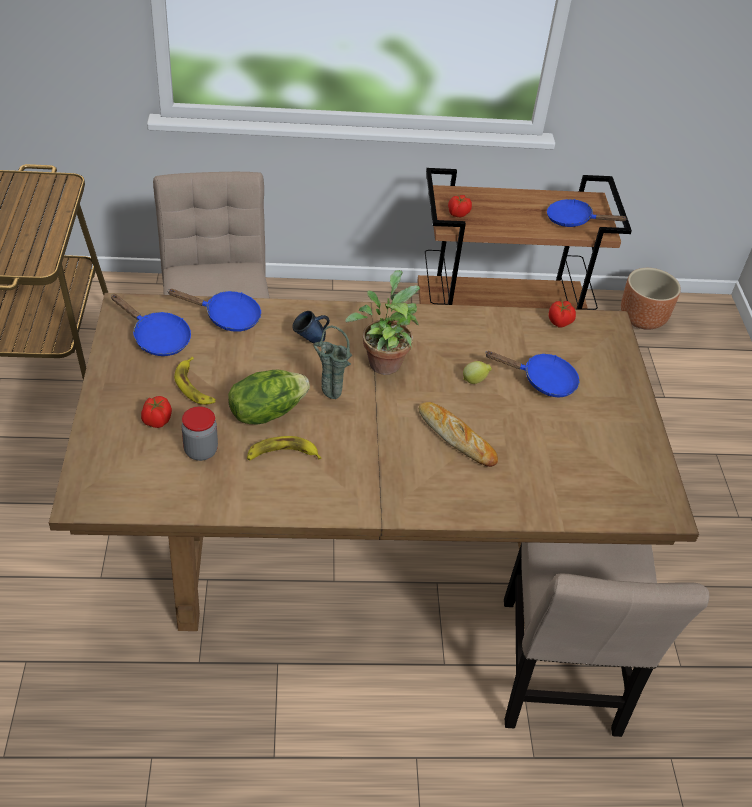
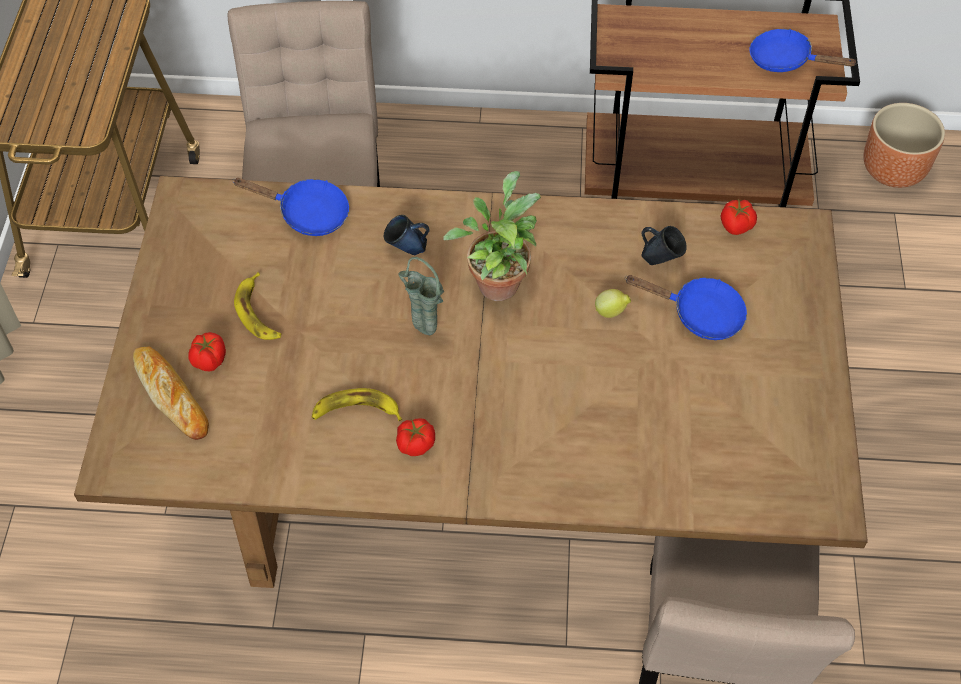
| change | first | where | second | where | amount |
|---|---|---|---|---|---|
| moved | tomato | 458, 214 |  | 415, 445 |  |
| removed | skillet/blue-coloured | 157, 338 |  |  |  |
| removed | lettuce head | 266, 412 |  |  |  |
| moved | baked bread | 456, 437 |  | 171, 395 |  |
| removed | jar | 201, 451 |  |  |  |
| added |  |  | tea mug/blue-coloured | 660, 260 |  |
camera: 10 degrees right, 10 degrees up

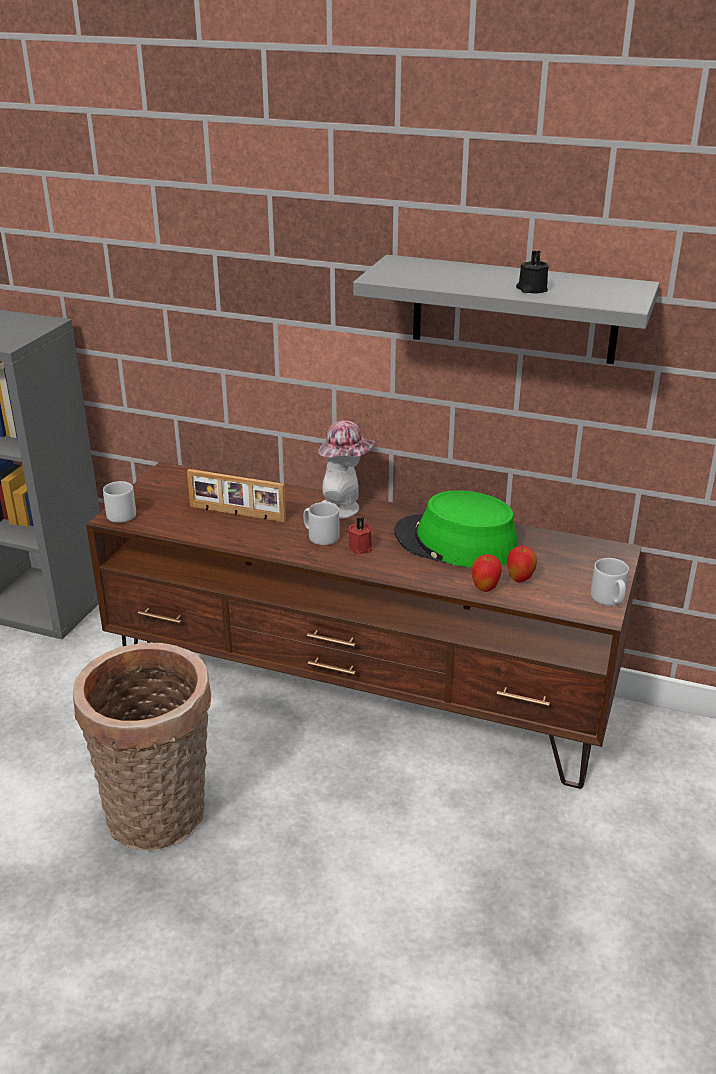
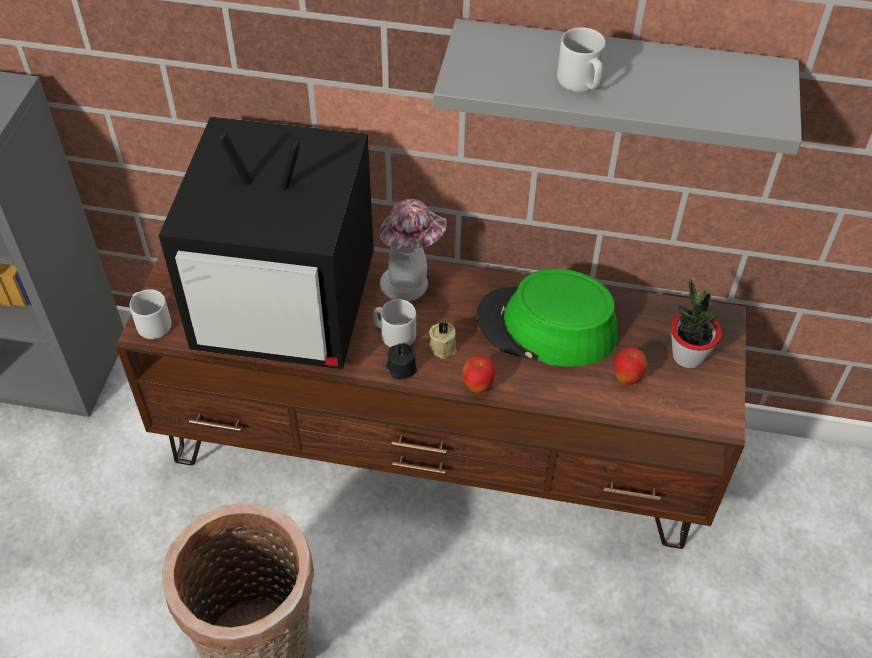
| change | first | where | second | where | amount |
|---|---|---|---|---|---|
| moved | wax light/black-coloured | 531, 289 |  | 401, 368 |  |
| replaced | picture frame | 236, 514 | TV set | 289, 307 |  |
| recoloured | wax light/red-coloured | 361, 547 | wax light/sand-coloured | 443, 346 |  |
| moved | whole apple | 485, 588 |  | 477, 387 |  |
| moved | tea mug/greyish | 609, 599 |  | 581, 83 |  |
| added |  |  | plant in a pot | 687, 356 |  |
camera: 10 degrees left, 20 degrees up

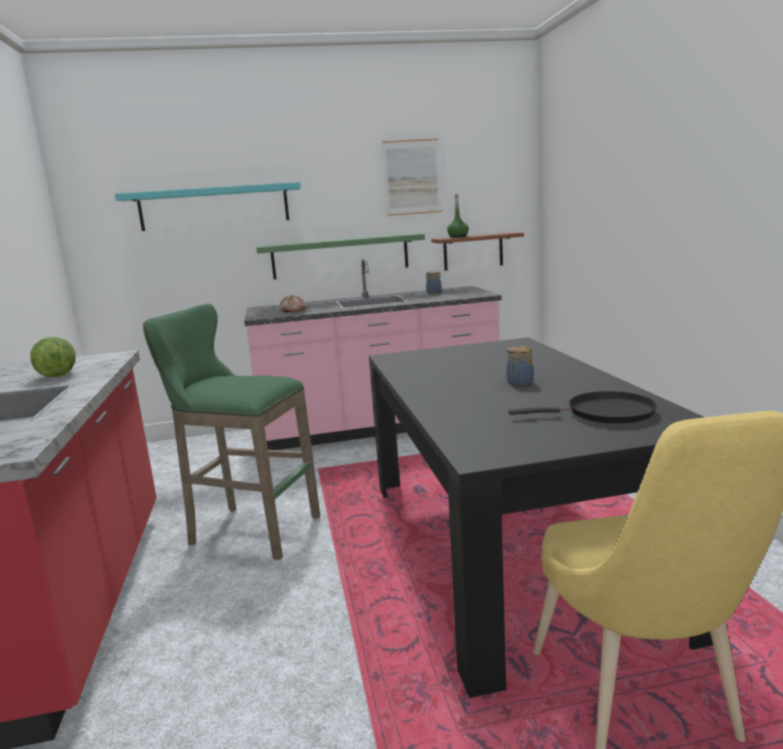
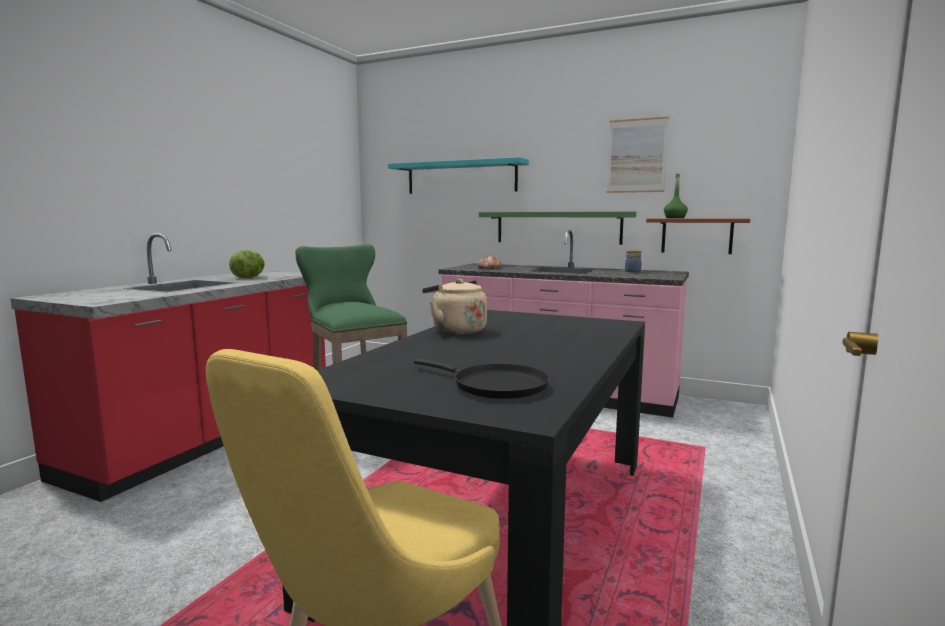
| change | first | where | second | where | amount |
|---|---|---|---|---|---|
| removed | jar | 519, 382 |  |  |  |
| added |  |  | water kettle/sand-coloured | 456, 331 |  |
camera: 35 degrees right, 5 degrees down

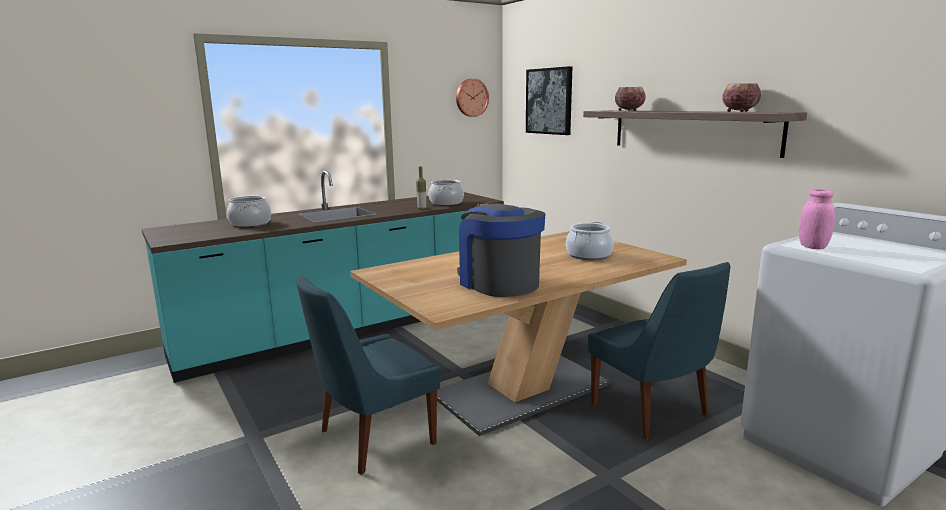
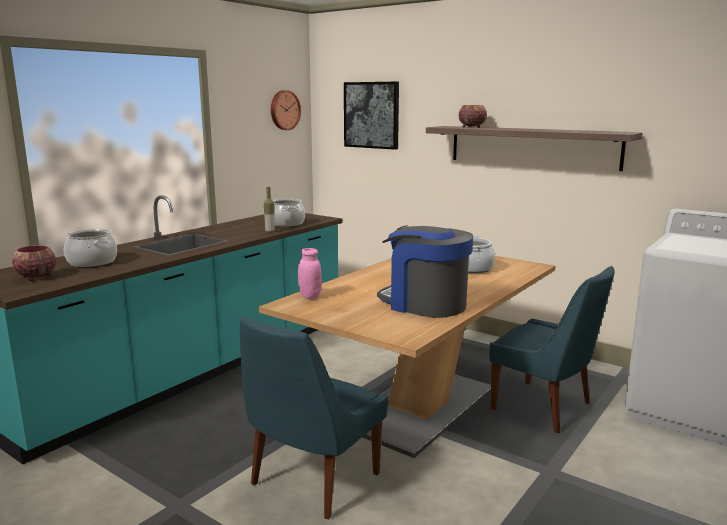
| change | first | where | second | where | amount |
|---|---|---|---|---|---|
| moved | bowl | 738, 111 |  | 35, 277 |  |
| moved | jar/pink | 812, 247 |  | 310, 296 |  |
camera: 20 degrees left, 0 degrees up

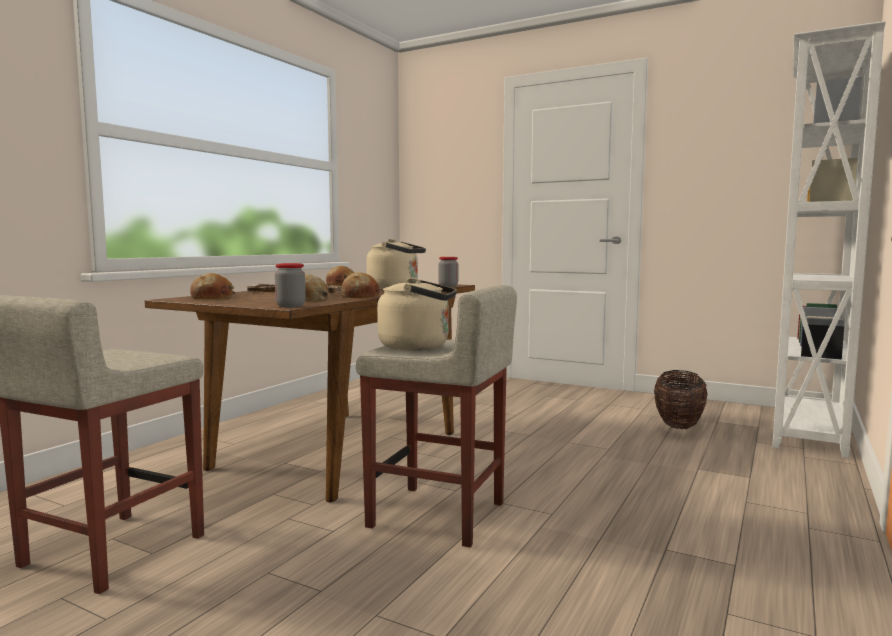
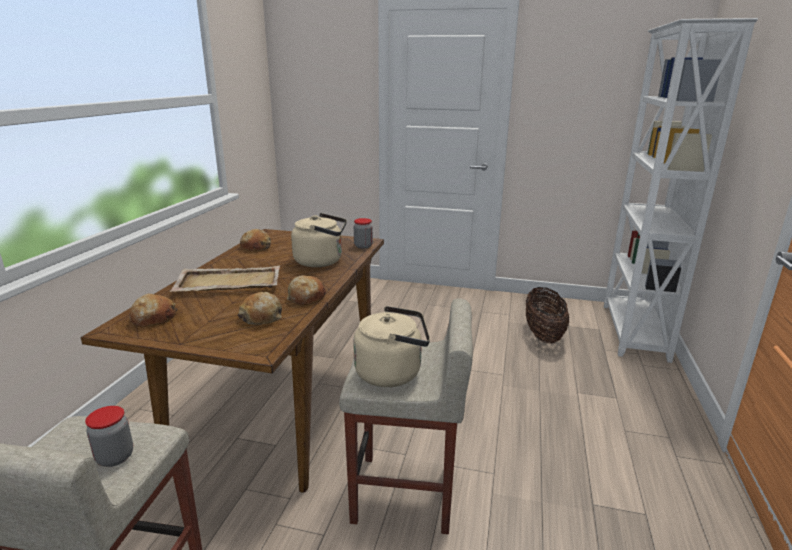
| change | first | where | second | where | amount |
|---|---|---|---|---|---|
| moved | jar | 290, 306 |  | 115, 457 |  |
camera: 15 degrees left, 15 degrees up

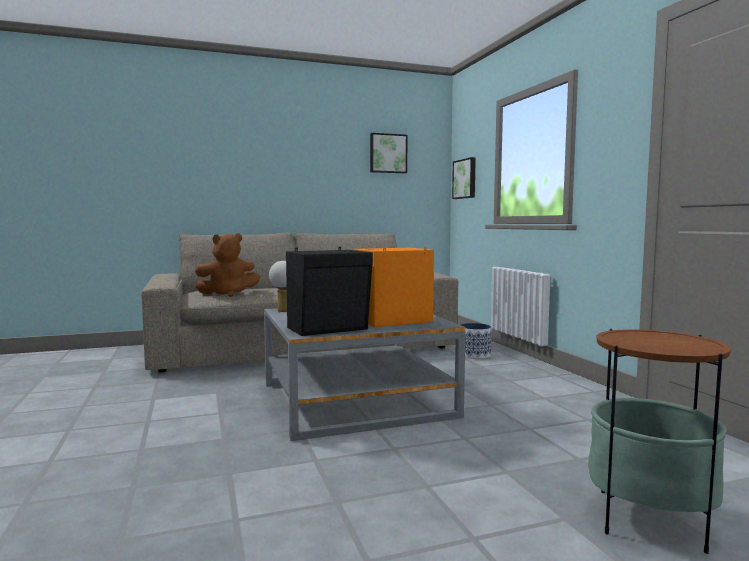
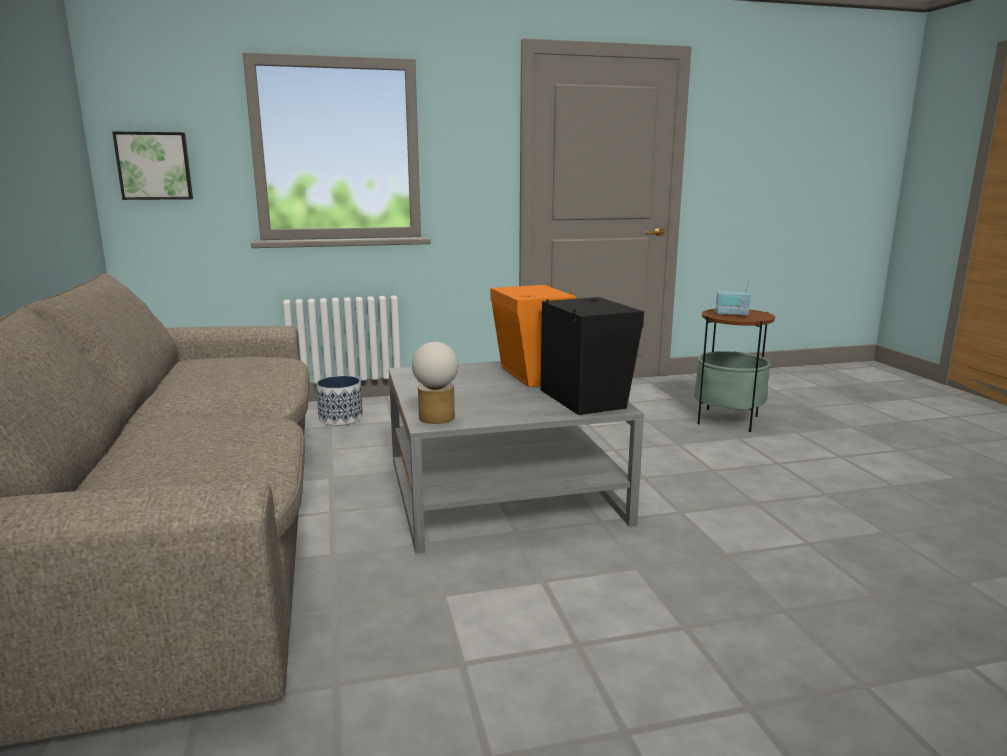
| change | first | where | second | where | amount |
|---|---|---|---|---|---|
| removed | wall art | 388, 153 |  |  |  |
| removed | cuddly toy/brown-coloured | 228, 294 |  |  |  |
| added |  |  | radio | 731, 314 |  |
camera: 85 degrees left, 10 degrees up

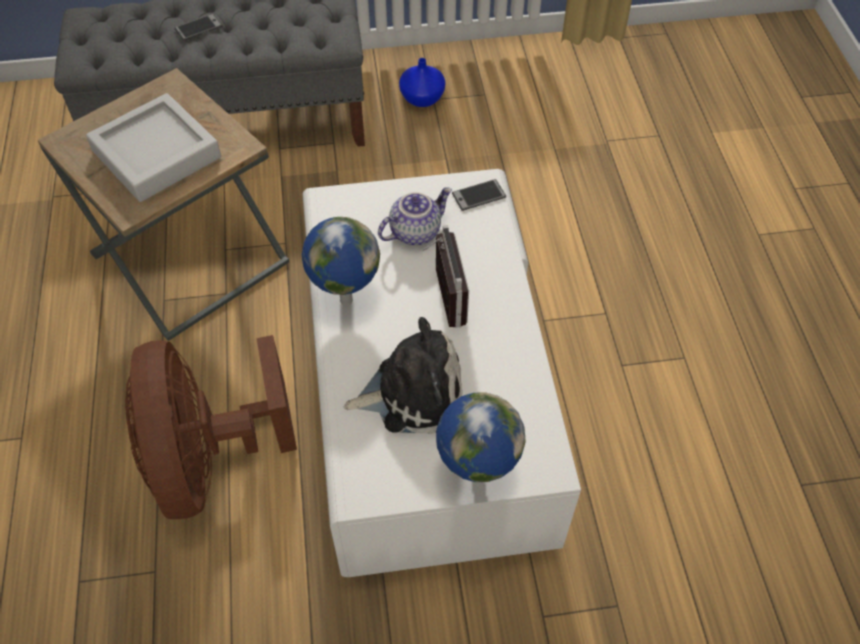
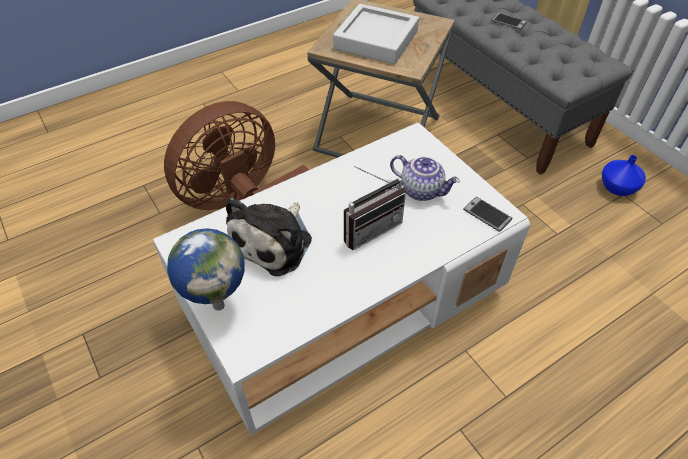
| change | first | where | second | where | amount |
|---|---|---|---|---|---|
| removed | globe | 345, 300 |  |  |  |
| turned | cuddly toy | 413, 393 |  | 274, 242 | 60 degrees clockwise |
camera: 65 degrees right, 5 degrees down

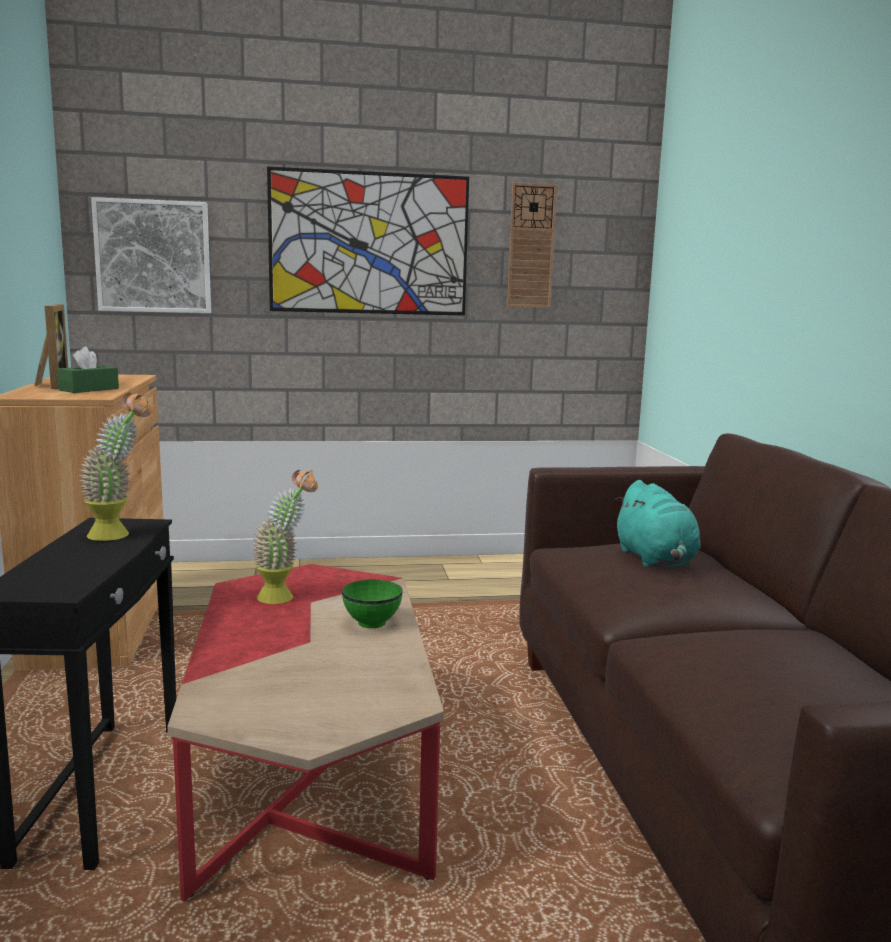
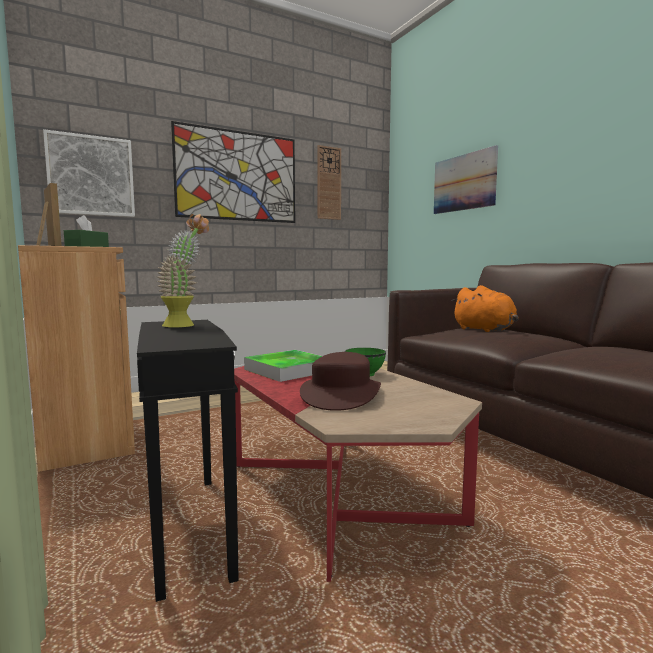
| change | first | where | second | where | amount |
|---|---|---|---|---|---|
| replaced | plant in a pot | 285, 596 | tray | 288, 370 |  |
| recoloured | cuddly toy/blue-green | 655, 560 | cuddly toy/orange-coloured | 485, 330 |  |
| added |  |  | wall art | 464, 182 |  |
| added |  |  | hat/brown-coloured | 341, 394 |  |
camera: 20 degrees left, 5 degrees down

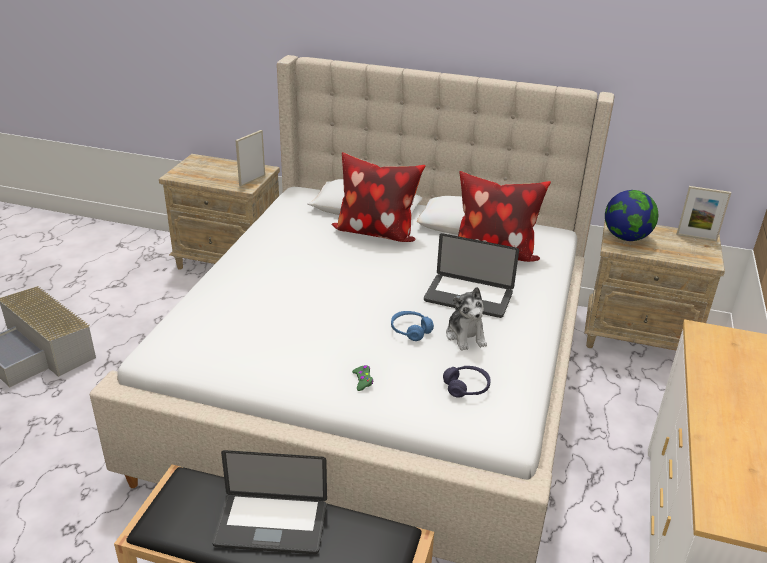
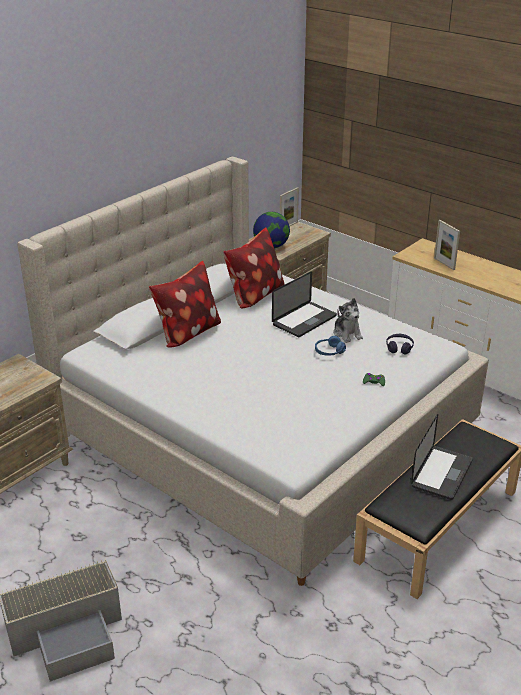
| change | first | where | second | where | amount |
|---|---|---|---|---|---|
| moved | picture frame | 252, 180 |  | 444, 264 |  |
| turned | cuddly toy | 465, 336 |  | 347, 334 | 60 degrees clockwise |
camera: 65 degrees left, 0 degrees up

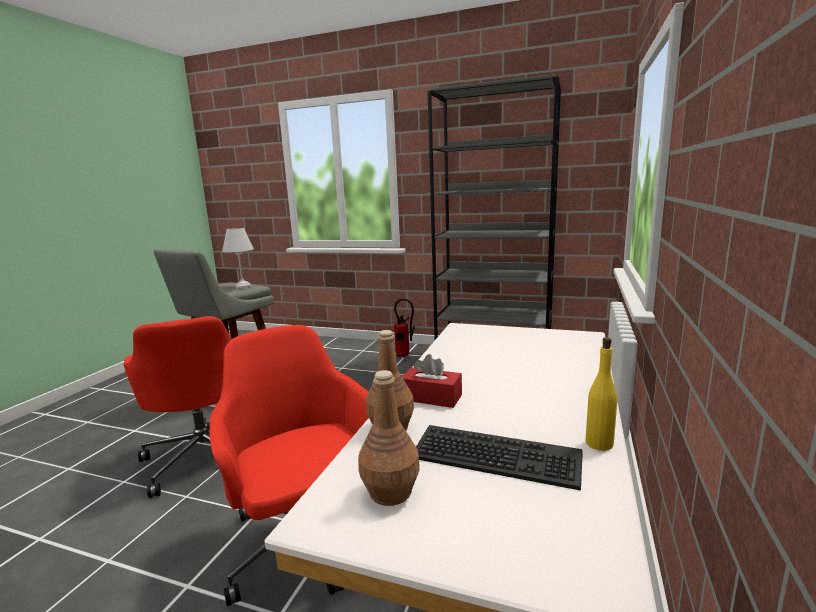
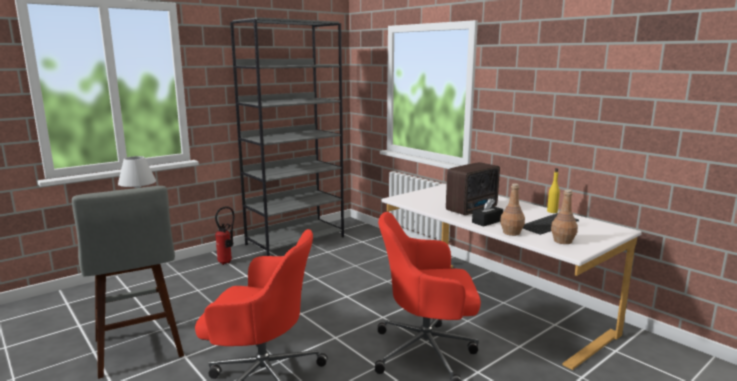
| change | first | where | second | where | amount |
|---|---|---|---|---|---|
| recoloured | box of tissues/red-coloured | 431, 397 | box of tissues/black-coloured | 487, 221 |  |
| added |  |  | radio | 473, 209 |  |
camera: 60 degrees left, 0 degrees up

